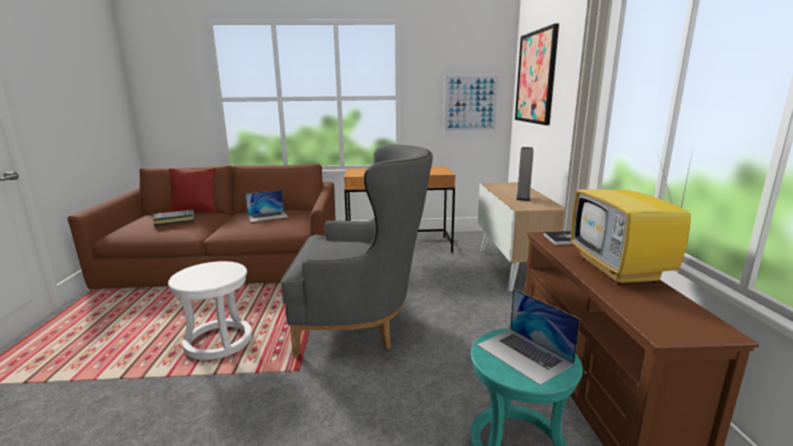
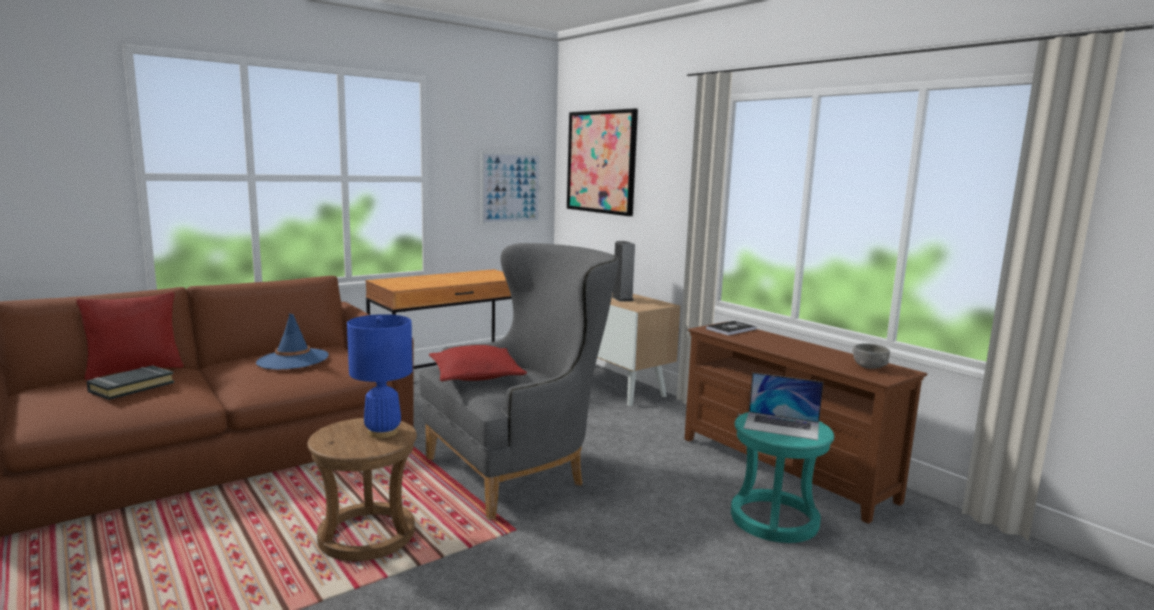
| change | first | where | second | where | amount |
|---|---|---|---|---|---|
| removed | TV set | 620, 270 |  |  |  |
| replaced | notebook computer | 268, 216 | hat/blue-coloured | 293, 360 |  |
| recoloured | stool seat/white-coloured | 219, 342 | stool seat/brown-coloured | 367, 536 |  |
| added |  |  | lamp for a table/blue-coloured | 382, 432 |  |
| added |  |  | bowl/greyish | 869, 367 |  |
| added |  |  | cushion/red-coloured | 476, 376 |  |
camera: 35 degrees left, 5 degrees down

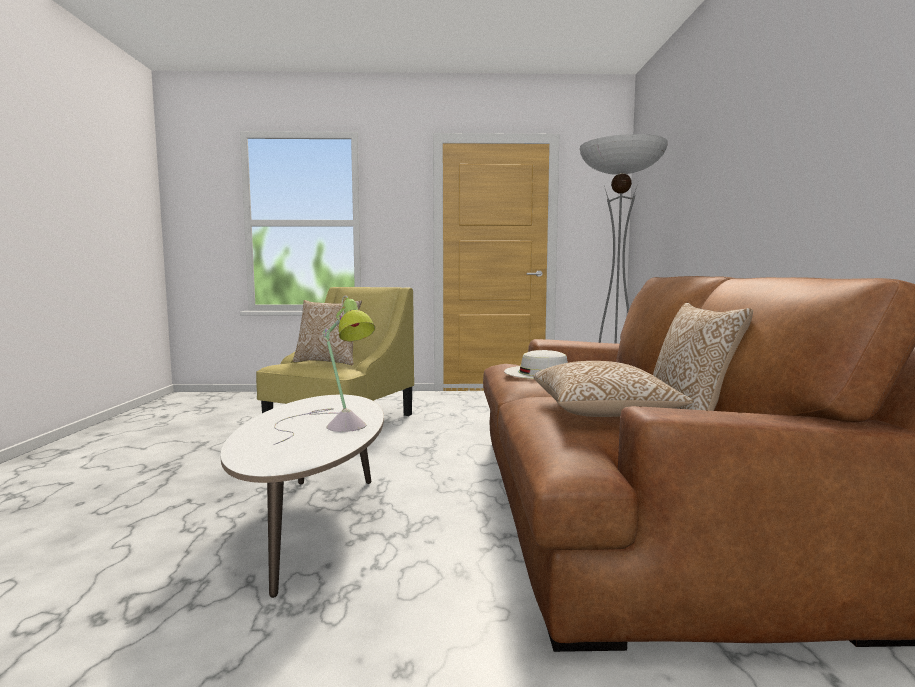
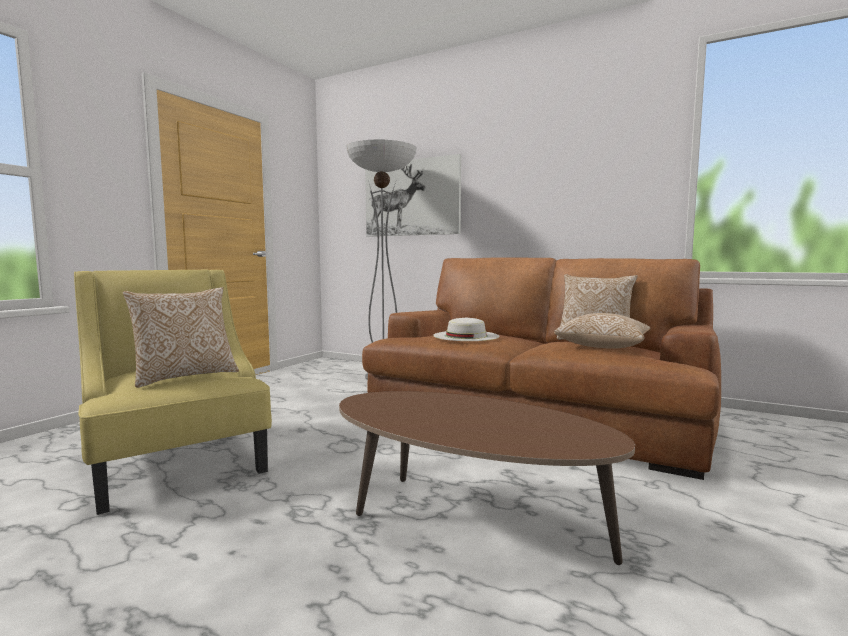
| change | first | where | second | where | amount |
|---|---|---|---|---|---|
| removed | lamp for a table | 332, 424 |  |  |  |
| recoloured | coffee table/white-coloured | 315, 520 | coffee table/brown-coloured | 468, 521 |  |
| added |  |  | wall art | 411, 198 |  |
camera: 60 degrees left, 0 degrees up

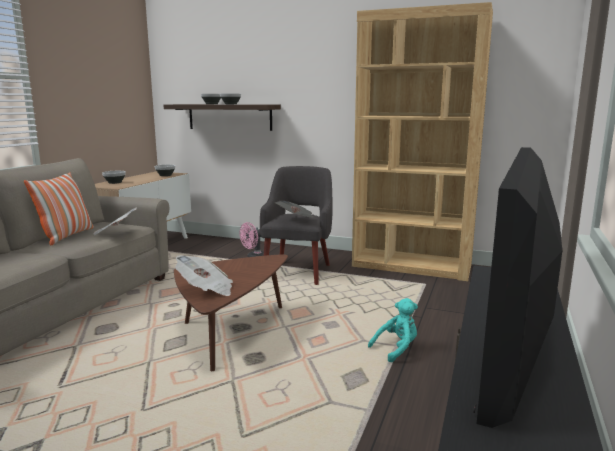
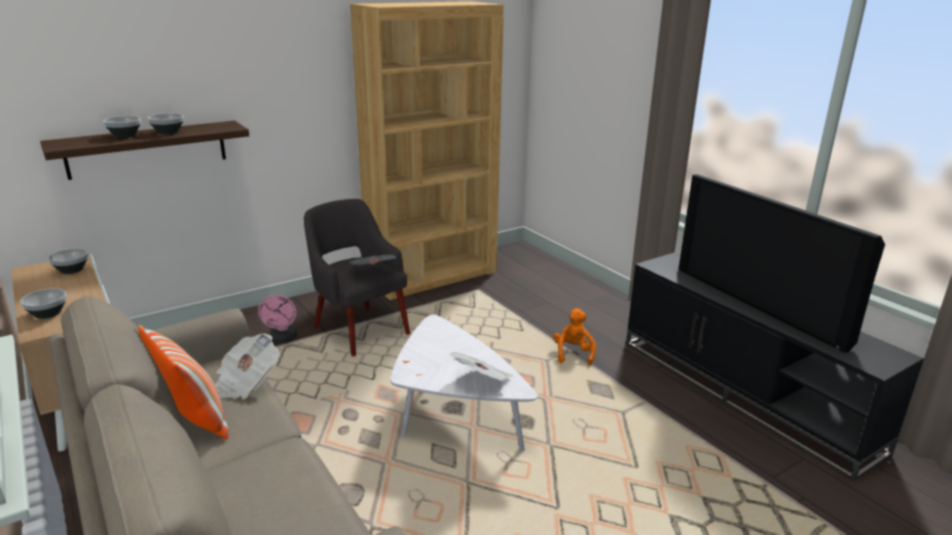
| change | first | where | second | where | amount |
|---|---|---|---|---|---|
| recoloured | coffee table/brown-coloured | 229, 332 | coffee table/white-coloured | 453, 417 |  |
| recoloured | cuddly toy/blue-green | 396, 349 | cuddly toy/orange-coloured | 573, 354 |  |
camera: 55 degrees left, 10 degrees up

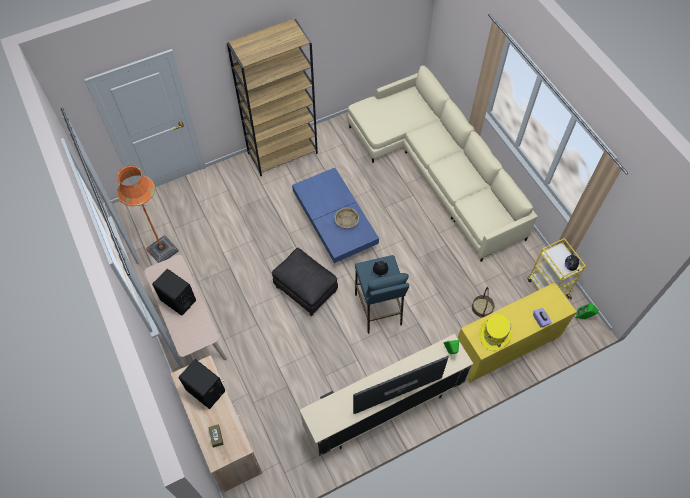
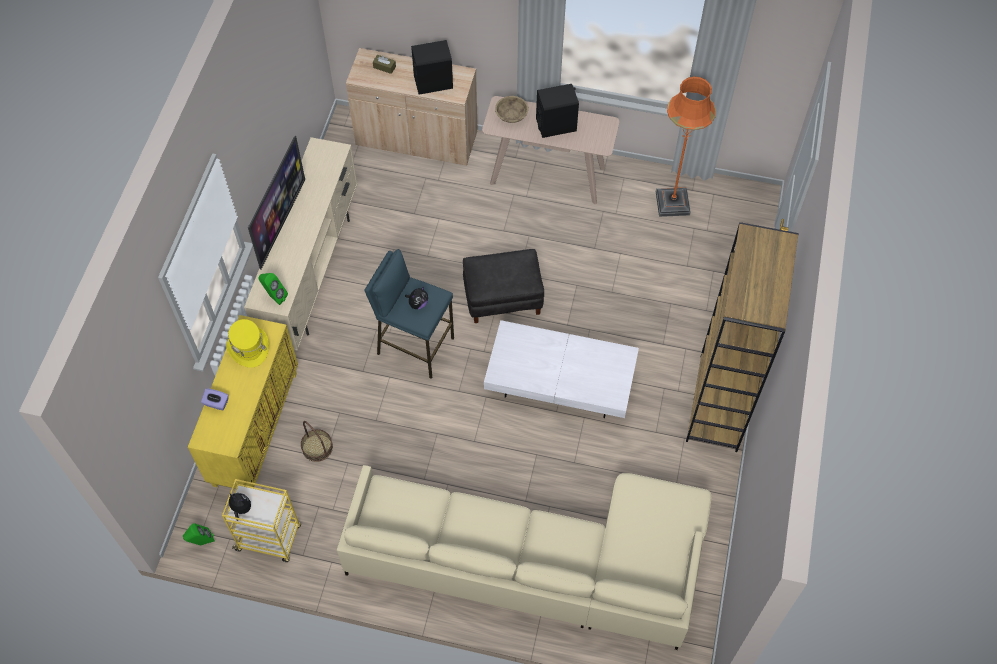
| change | first | where | second | where | amount |
|---|---|---|---|---|---|
| recoloured | coffee table/blue-coloured | 335, 225 | coffee table/white-coloured | 559, 383 |  |
| moved | bowl/sand-coloured | 346, 221 |  | 511, 115 |  |
camera: 130 degrees right, 0 degrees up

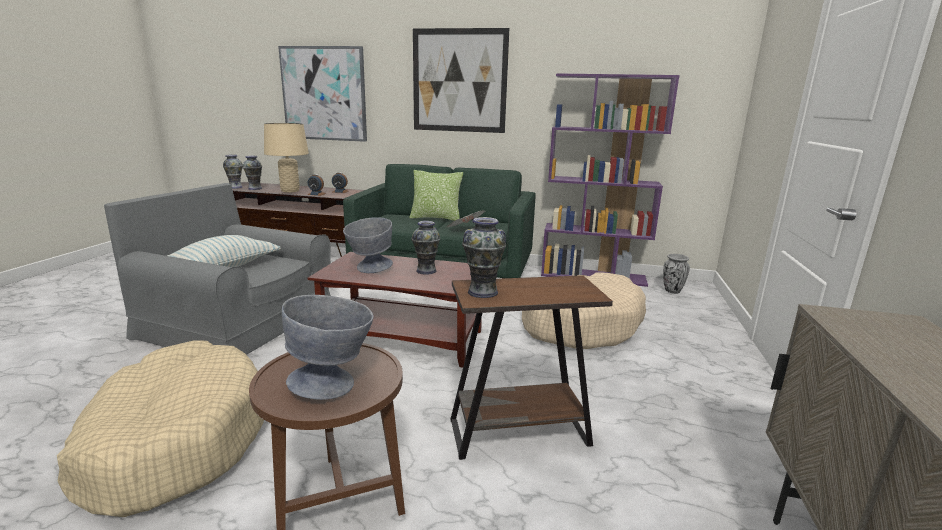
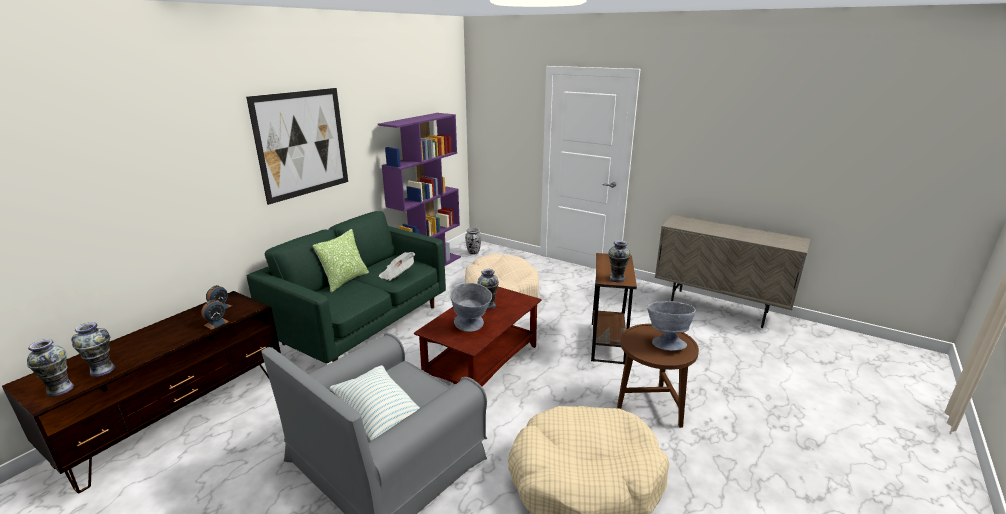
| change | first | where | second | where | amount |
|---|---|---|---|---|---|
| removed | wall art | 324, 94 |  |  |  |
| removed | lamp for a table/sand-coloured | 290, 191 |  |  |  |
camera: 70 degrees left, 5 degrees up

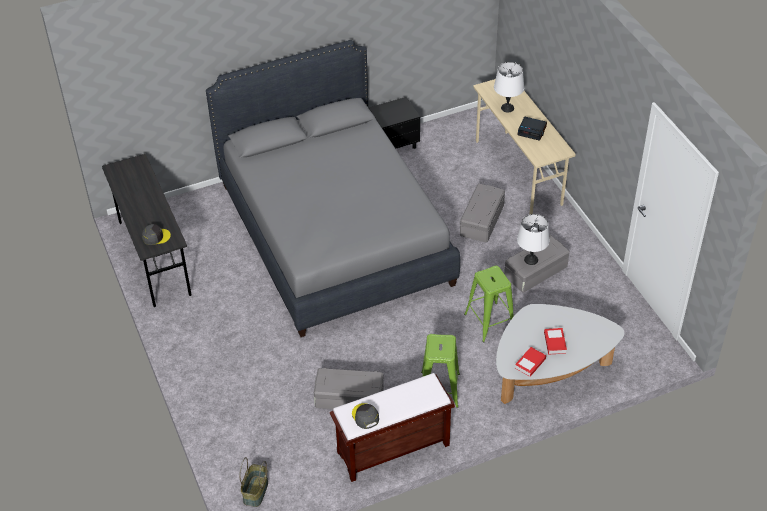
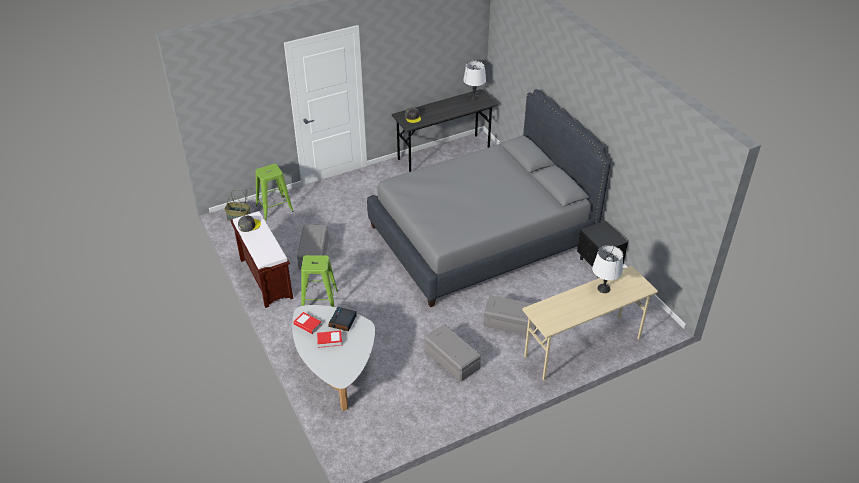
| change | first | where | second | where | amount |
|---|---|---|---|---|---|
| moved | alarm clock | 532, 131 |  | 342, 322 |  |
| moved | lamp for a table/white-coloured | 531, 260 |  | 473, 97 |  |
| moved | stool seat/greenish | 490, 322 |  | 274, 208 |  |
camera: 85 degrees right, 5 degrees down

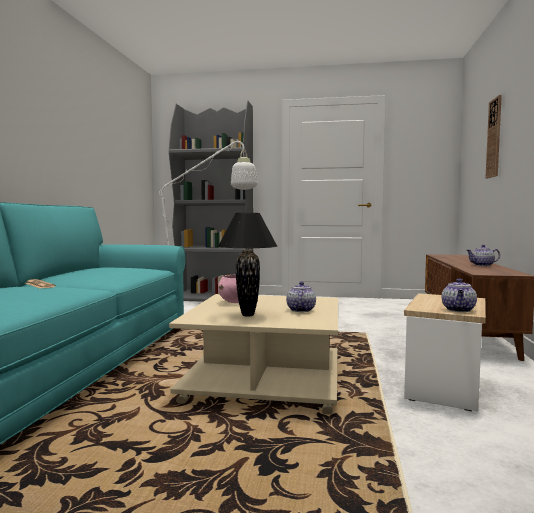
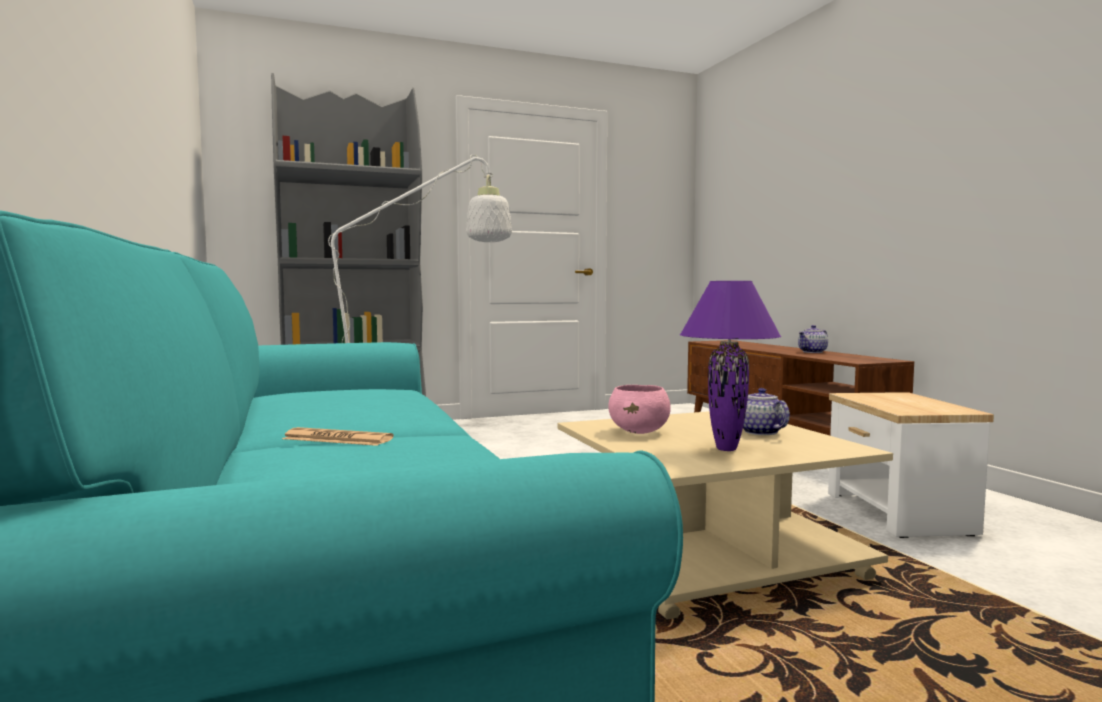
| change | first | where | second | where | amount |
|---|---|---|---|---|---|
| removed | hanging clock | 494, 138 |  |  |  |
| recoloured | lamp for a table/black-coloured | 247, 315 | lamp for a table/purple | 727, 449 |  |
| removed | tea pot | 459, 310 |  |  |  |
camera: 30 degrees left, 0 degrees up

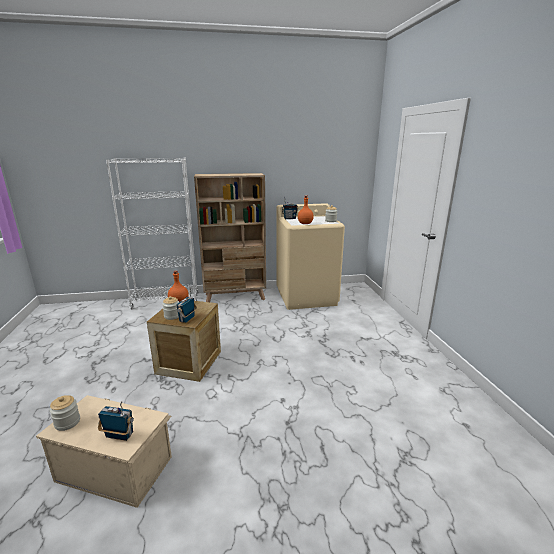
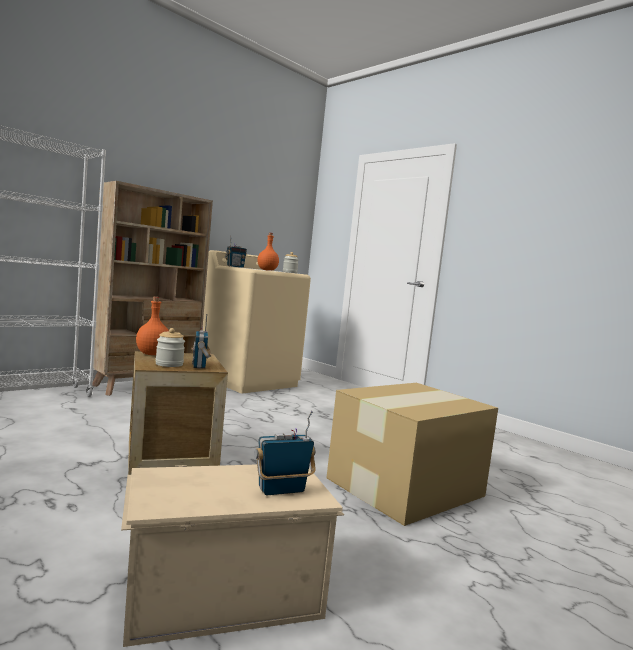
| change | first | where | second | where | amount |
|---|---|---|---|---|---|
| removed | jar | 67, 422 |  |  |  |
| added |  |  | carton | 407, 487 |  |
camera: 35 degrees left, 15 degrees down

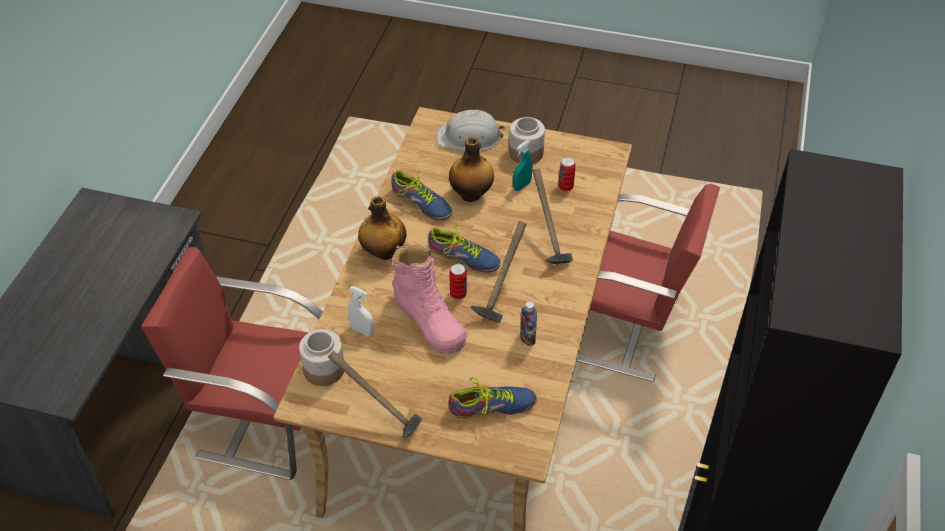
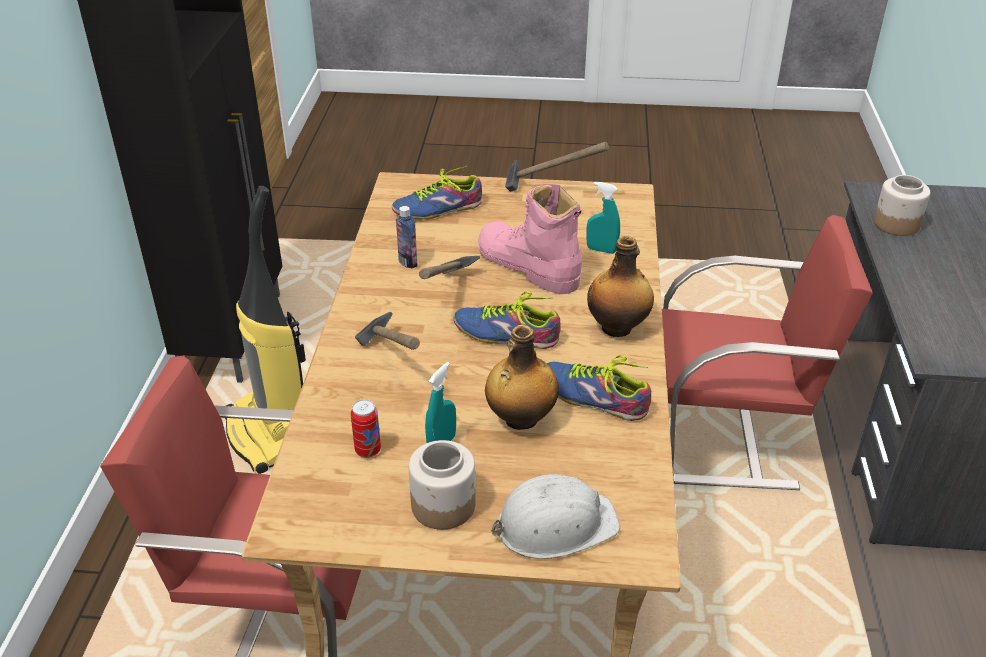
| change | first | where | second | where | amount |
|---|---|---|---|---|---|
| removed | metal can | 458, 294 |  |  |  |
| recoloured | spray bottle/white-coloured | 362, 331 | spray bottle/blue-green | 601, 250 |  |
| moved | jar | 324, 369 |  | 896, 224 |  |
| added |  |  | vacuum cleaner | 269, 434 |  |
camera: 170 degrees right, 10 degrees down

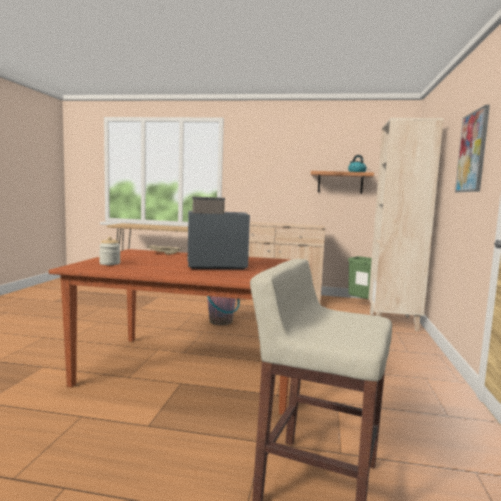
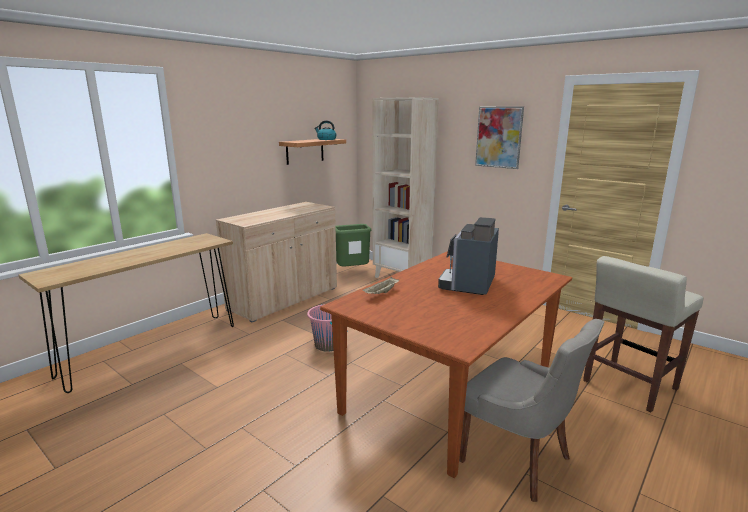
| change | first | where | second | where | amount |
|---|---|---|---|---|---|
| removed | jar | 110, 263 |  |  |  |
| added |  |  | upright chair/greyish | 518, 459 |  |
camera: 60 degrees left, 10 degrees up

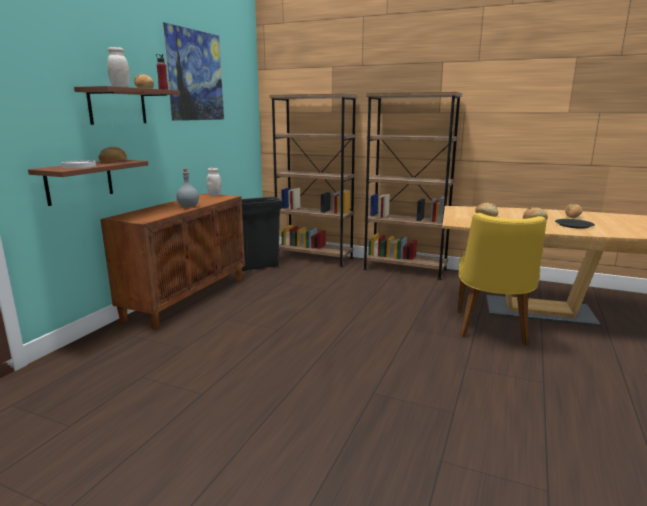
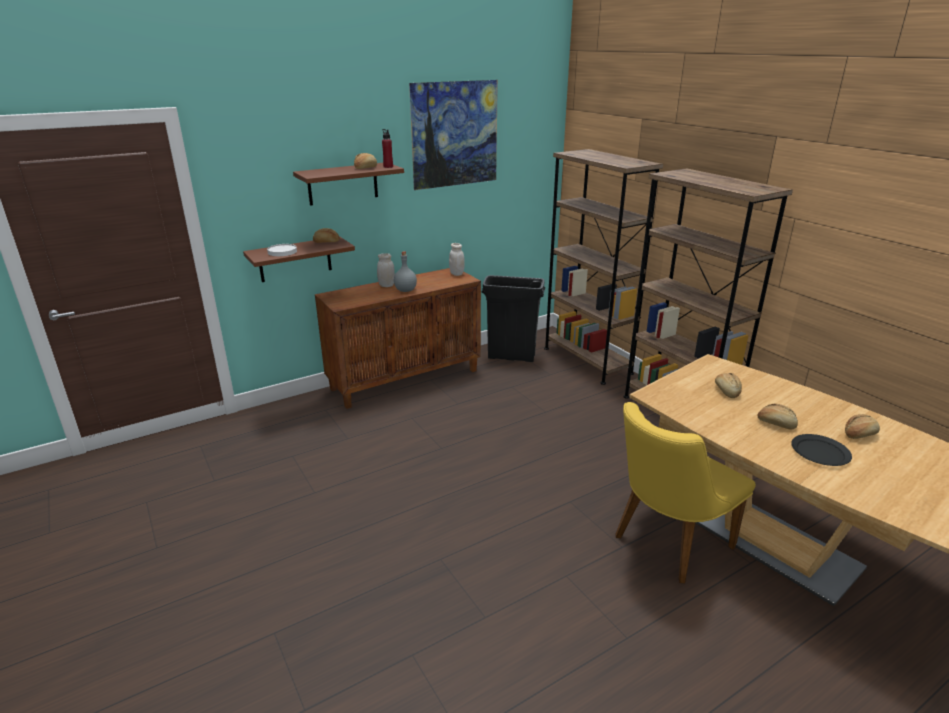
| change | first | where | second | where | amount |
|---|---|---|---|---|---|
| moved | jar/white-coloured | 120, 87 |  | 386, 285 |  |
camera: 35 degrees right, 10 degrees up

